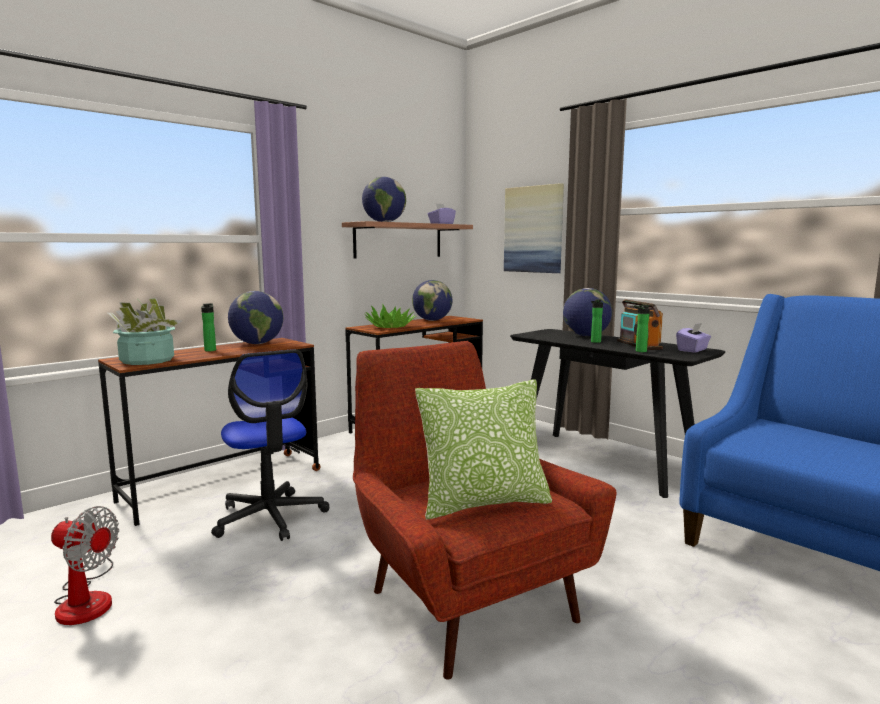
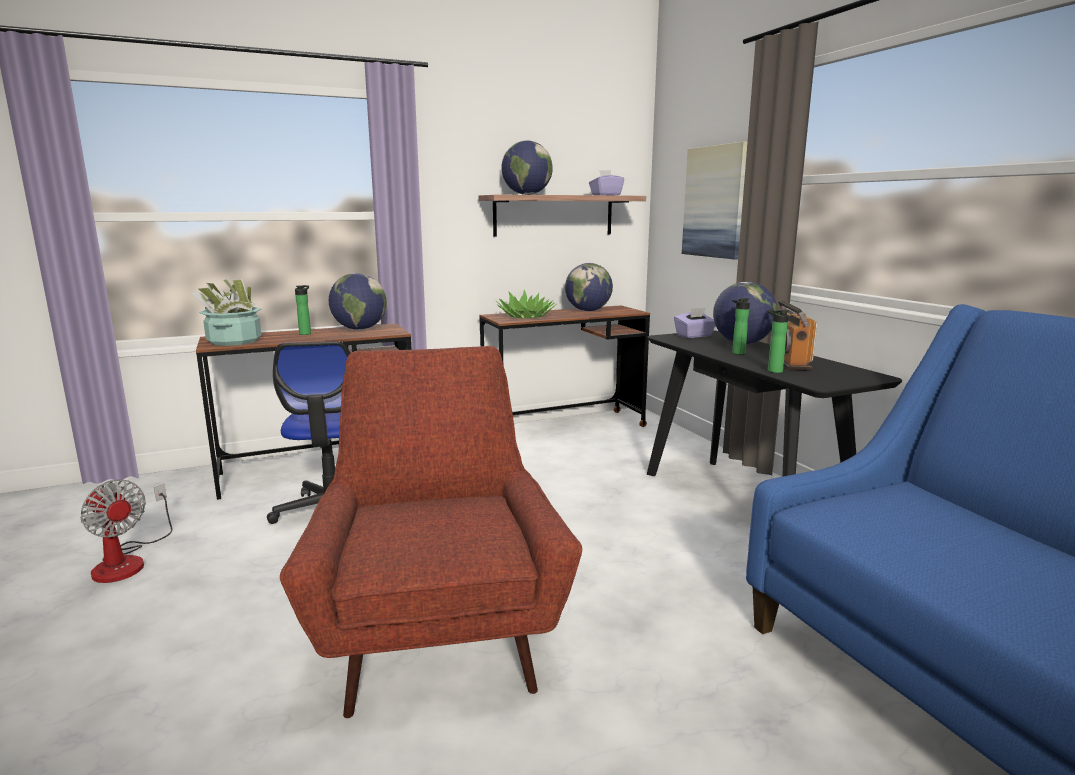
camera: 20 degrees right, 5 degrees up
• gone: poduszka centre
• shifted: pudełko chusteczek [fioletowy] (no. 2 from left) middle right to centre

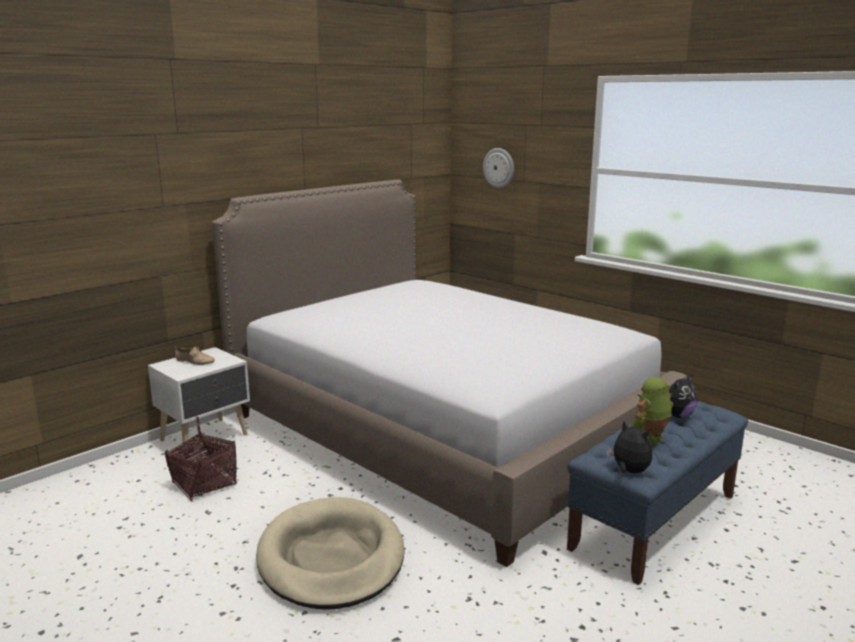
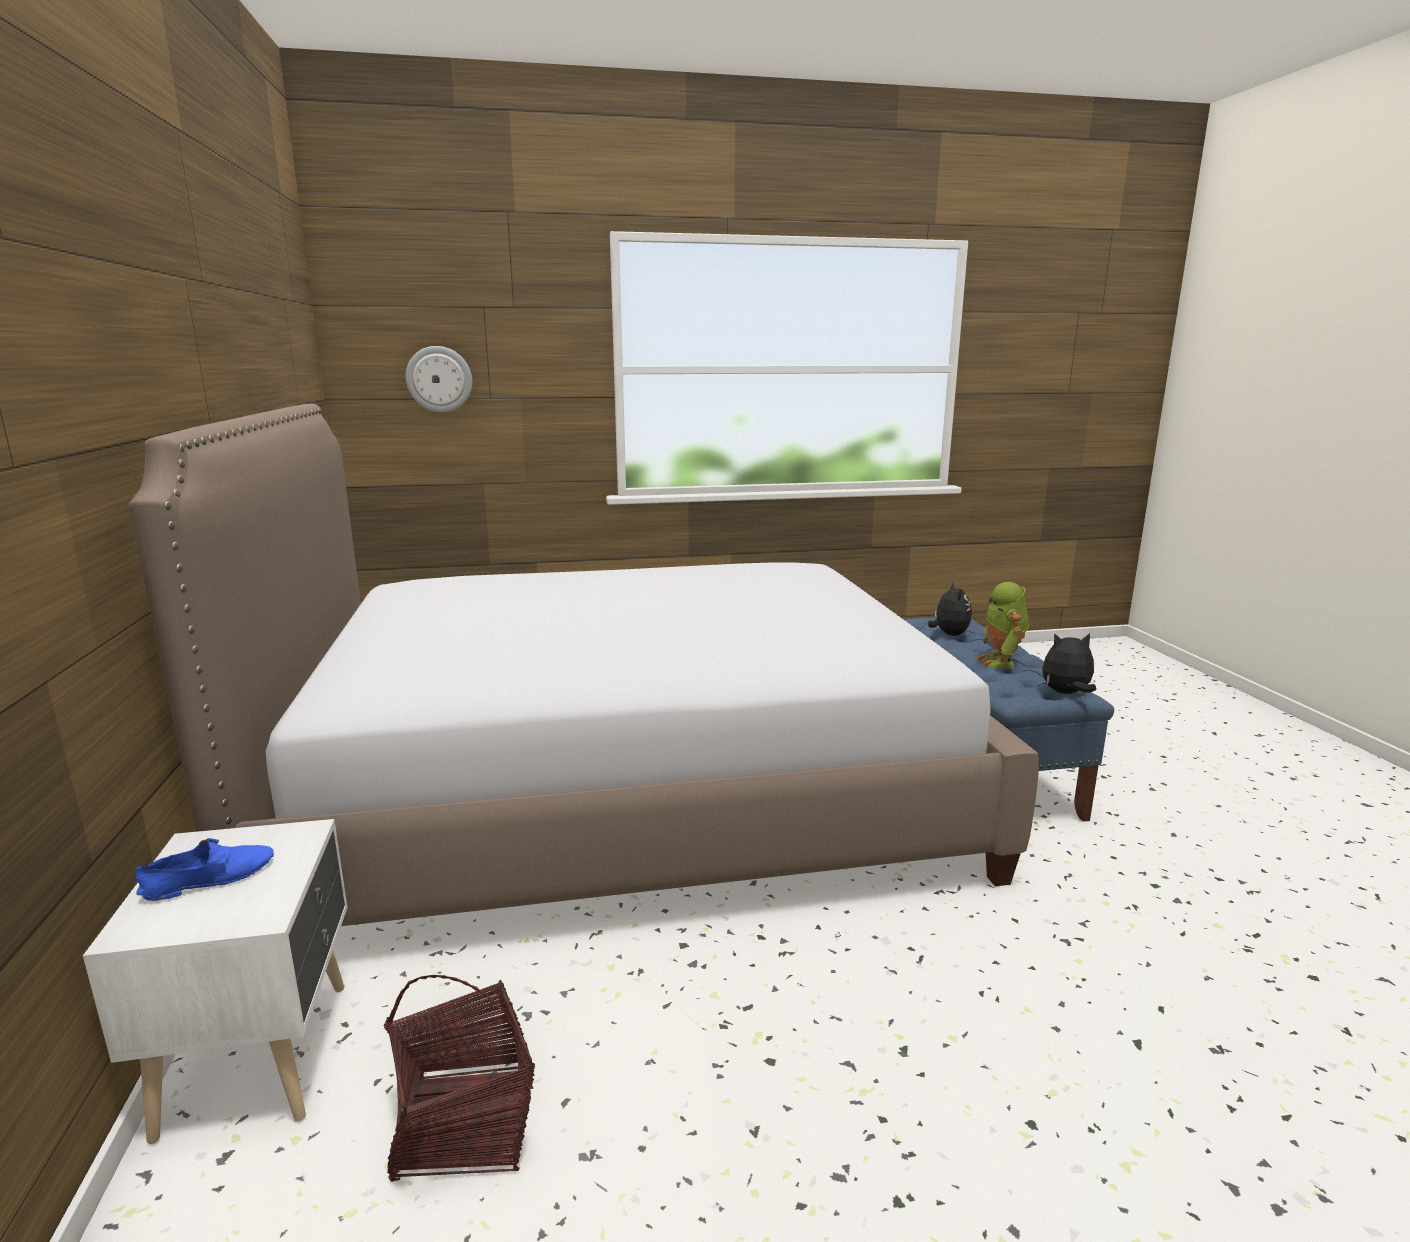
camera: 55 degrees left, 0 degrees up
• repainted: but [beżowy] middle left to but [niebieski] bottom left
• gone: legowisko [beżowy] bottom centre

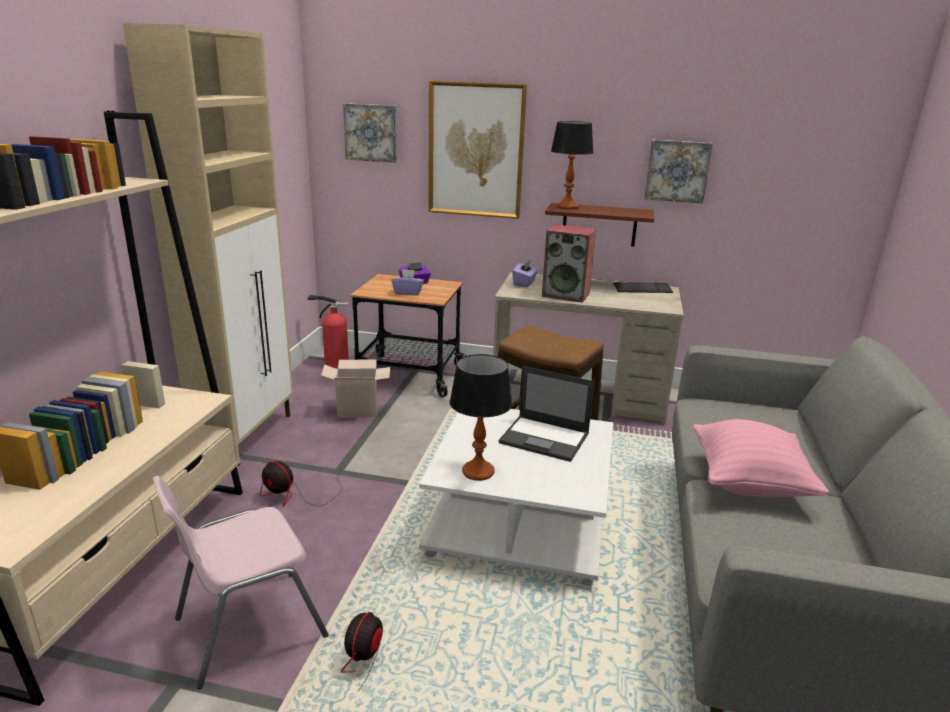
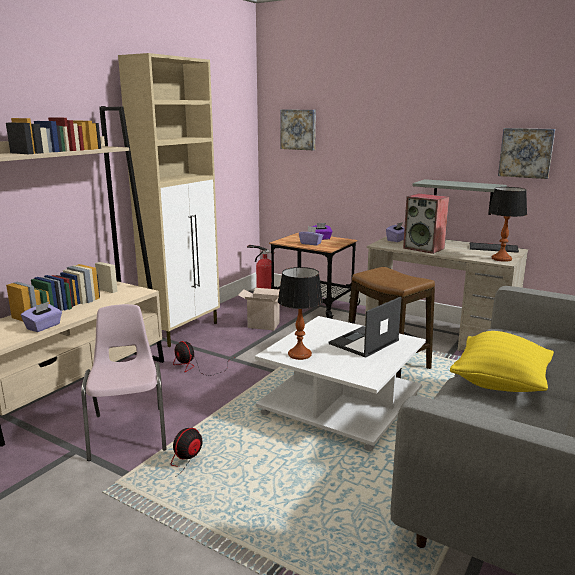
camera: 20 degrees right, 5 degrees down
• rotated: krzesło [różowy] bottom left = middle left 90 degrees clockwise
• gone: obraz (no. 2 from left) top centre
• rotated: laptop centre = centre 90 degrees clockwise
• repainted: półka [brązowy] top centre to półka [szary] middle right
• shifted: lampa stołowa (no. 2 from left) top centre to middle right
• repainted: poduszka [różowy] middle right to poduszka [żółty] middle right
• new: pudełko chusteczek [fioletowy] (no. 1 from left) middle left

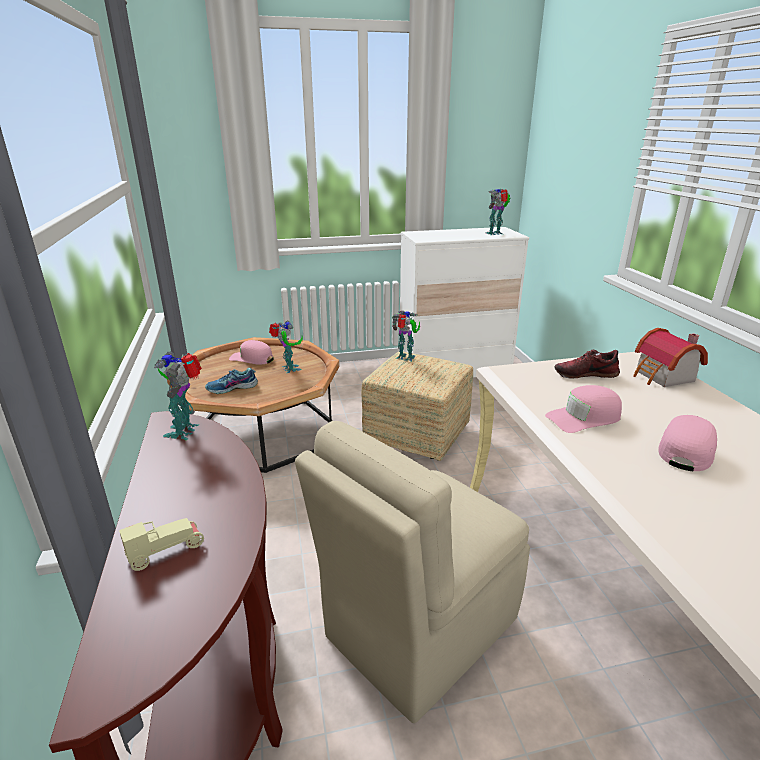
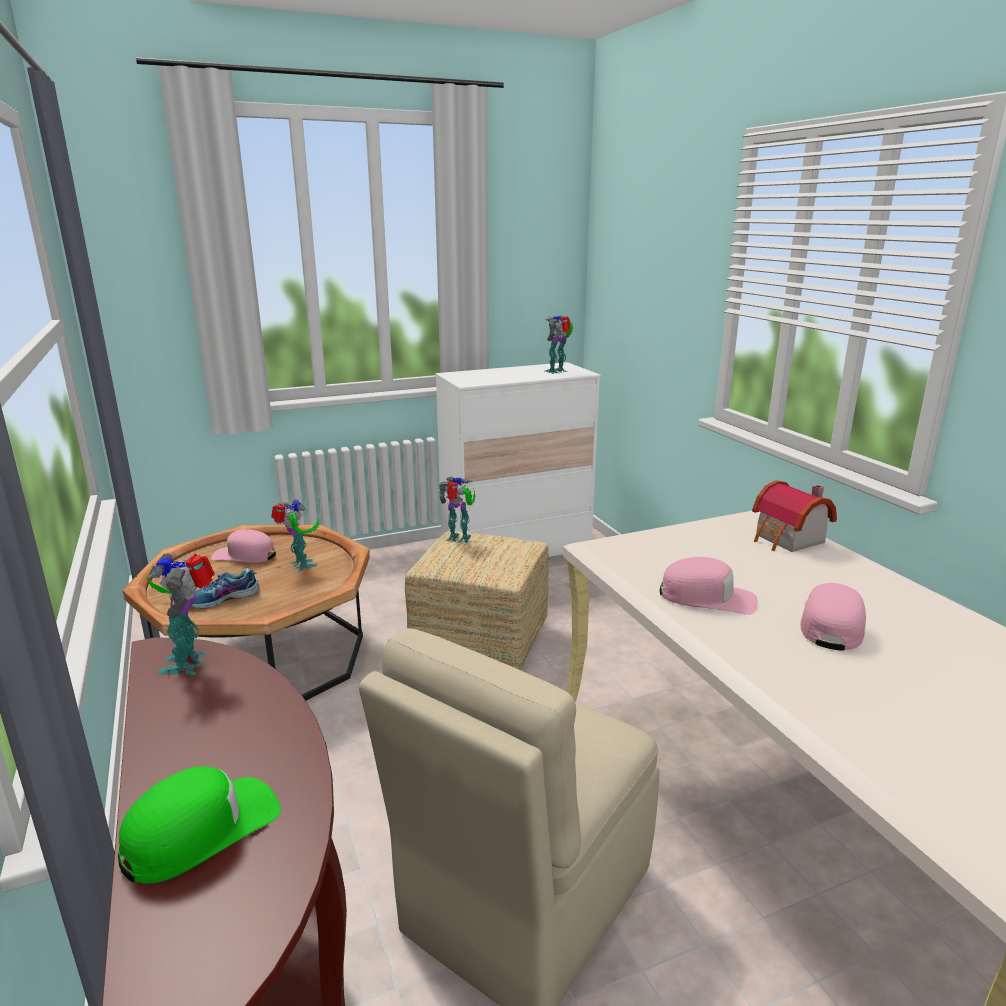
camera: 10 degrees left, 5 degrees down
• swapped: samochodzik [beżowy] bottom left to czapka z daszkiem [zielony] bottom left
• rotated: czapka z daszkiem [różowy] (no. 2 from left) middle right = middle right 135 degrees counterclockwise
• gone: but (no. 2 from left) middle right

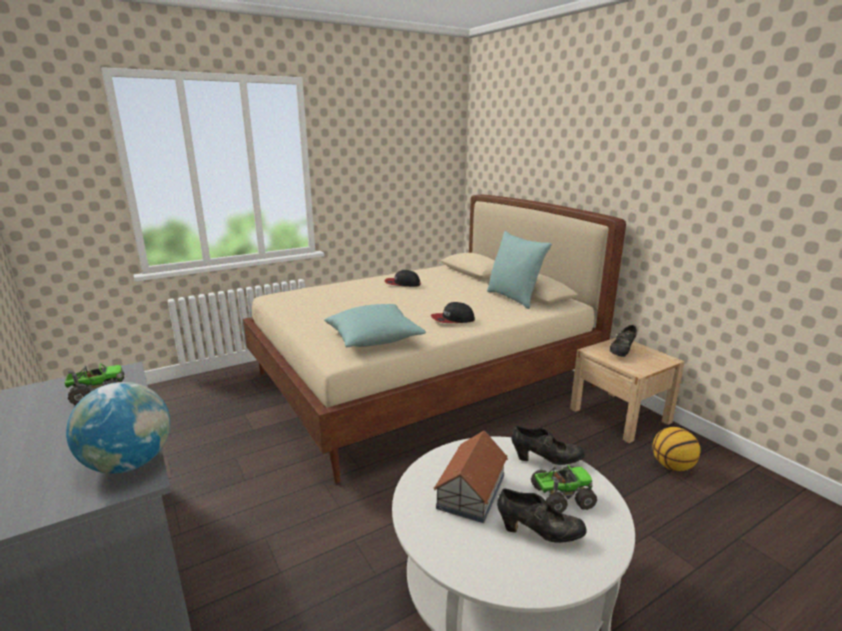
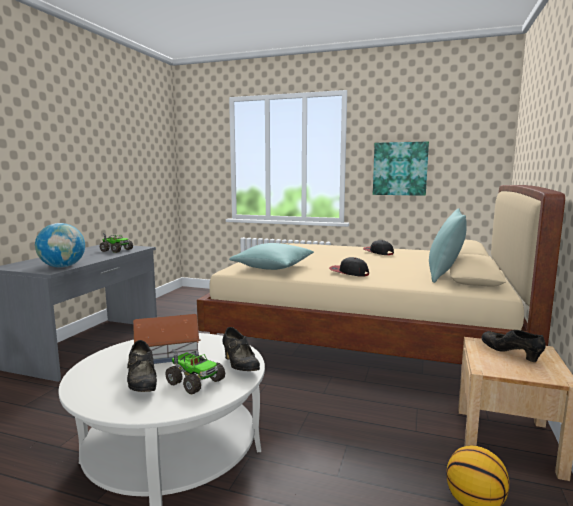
camera: 50 degrees right, 10 degrees down
• rotated: but [czarny] (no. 3 from left) middle right = bottom right 60 degrees clockwise
• new: obraz middle right

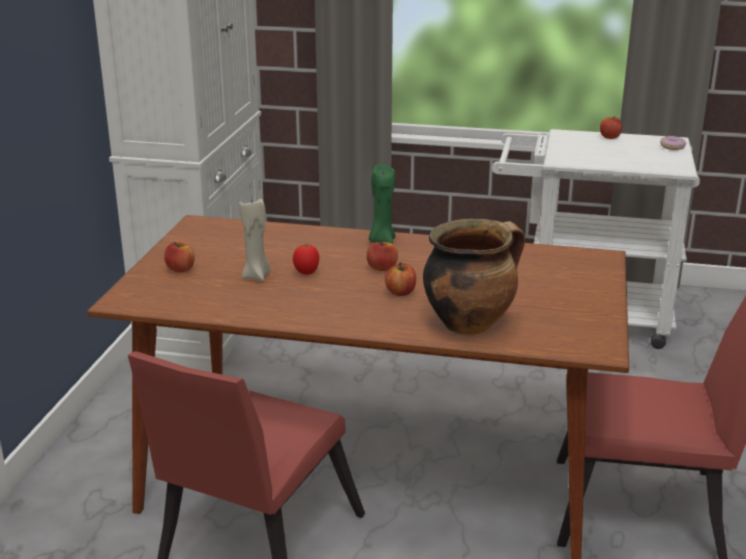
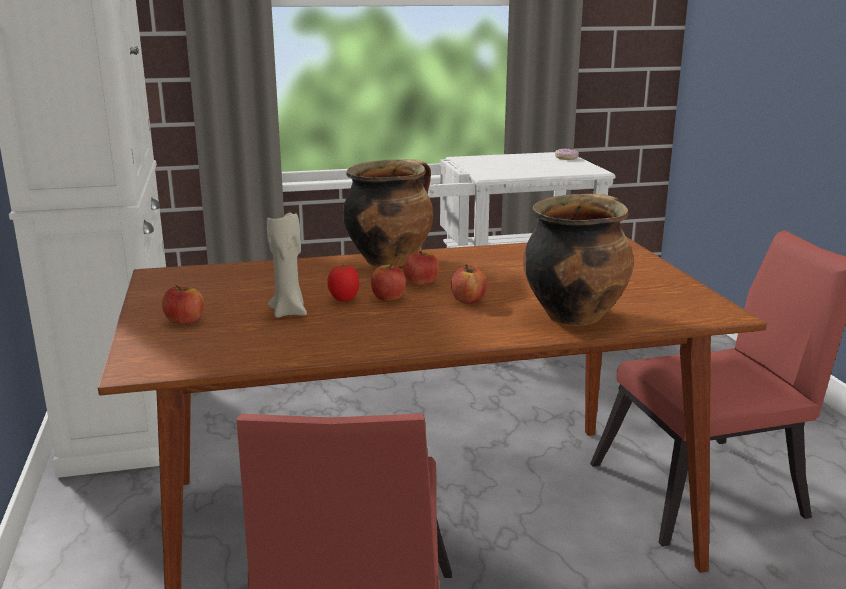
camera: 25 degrees left, 5 degrees down
• swapped: świeca [zielony] centre to garnek (no. 1 from left) centre
• shifted: jabłko (no. 4 from left in the first image) top right to jabłko (no. 2 from left) centre

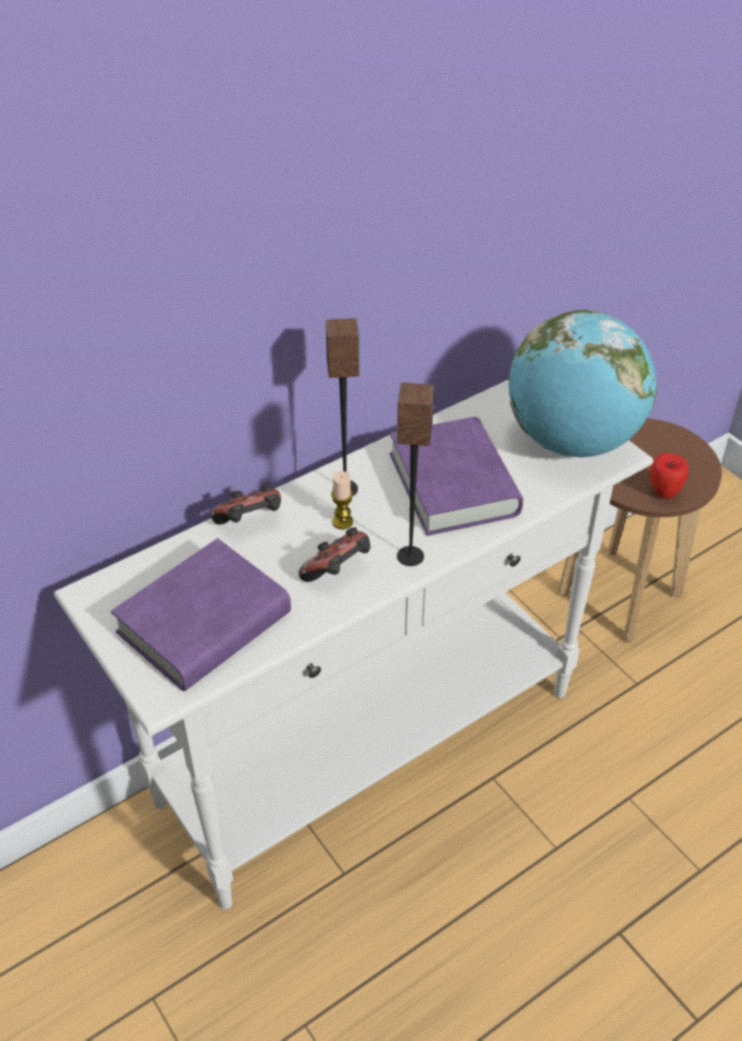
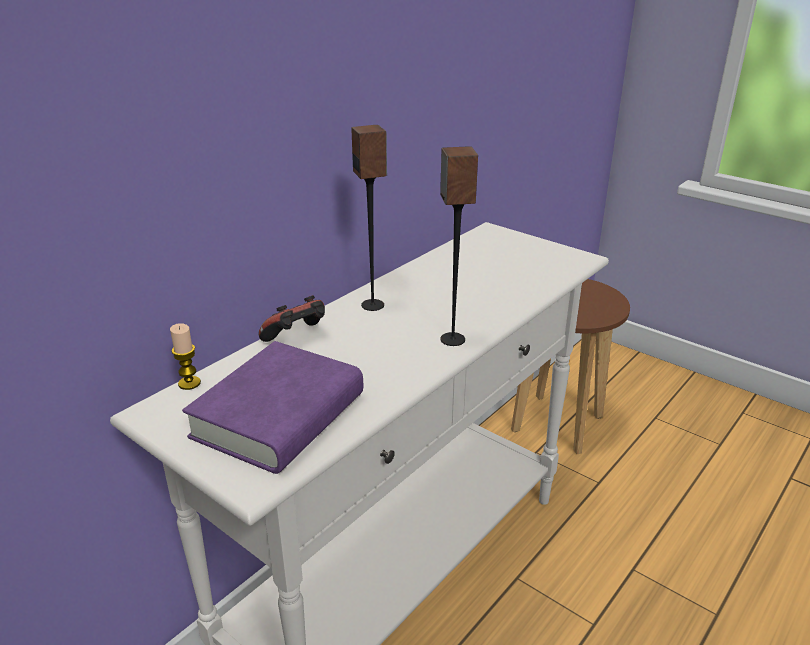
camera: 15 degrees left, 15 degrees down
• gone: pad do gier (no. 2 from left) centre
• shifted: świeca centre to middle left
• gone: książka [fioletowy] (no. 2 from left) centre
• gone: globus middle right
• gone: jabłko middle right

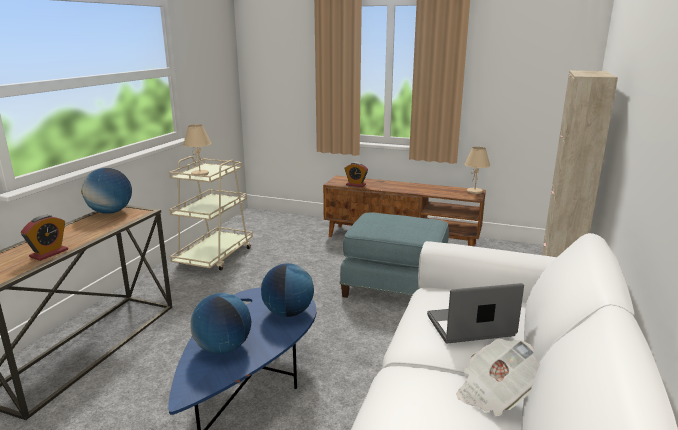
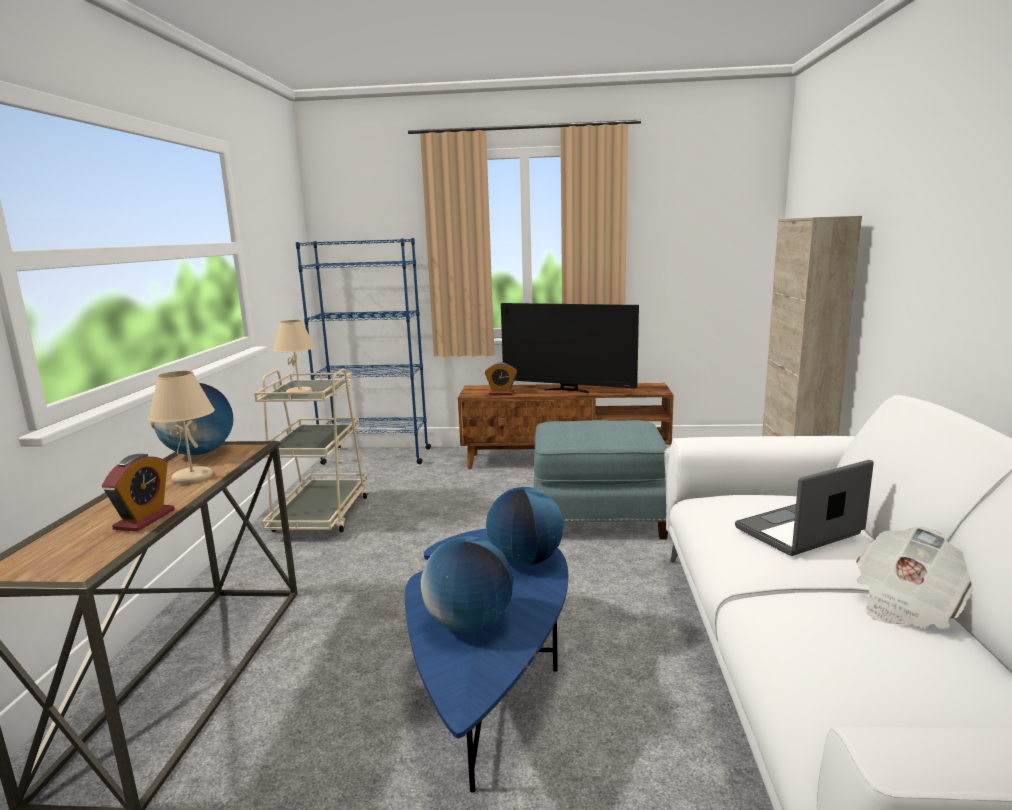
camera: 15 degrees left, 5 degrees down
• shifted: lampa stołowa [beżowy] (no. 2 from left in the first image) middle right to lampa stołowa [beżowy] (no. 1 from left) middle left
• new: regał [niebieski] centre
• new: telewizor centre

